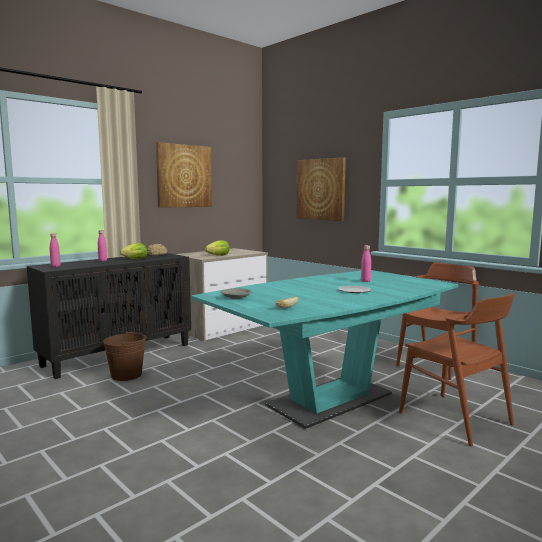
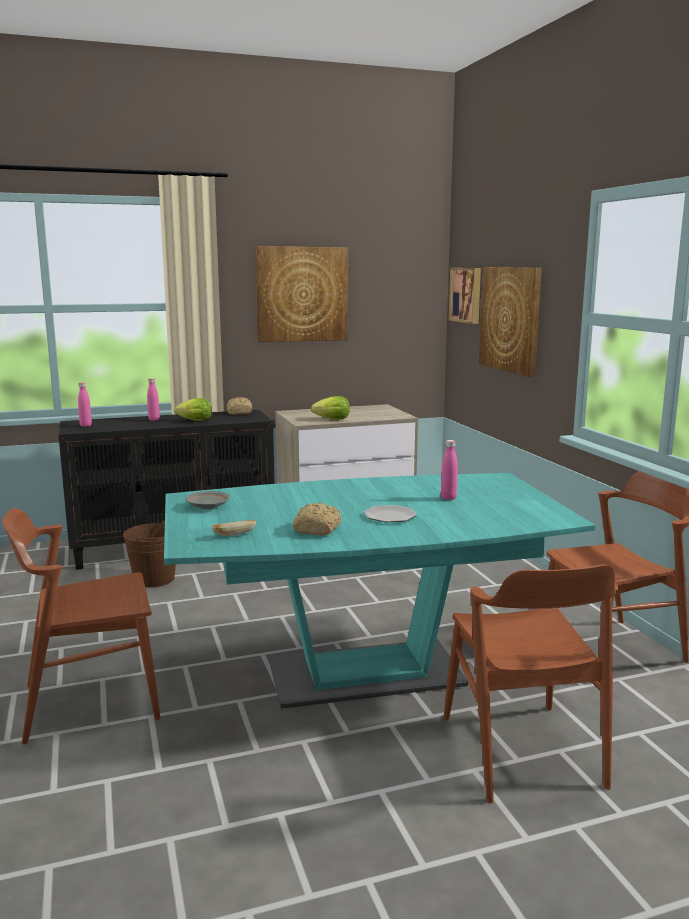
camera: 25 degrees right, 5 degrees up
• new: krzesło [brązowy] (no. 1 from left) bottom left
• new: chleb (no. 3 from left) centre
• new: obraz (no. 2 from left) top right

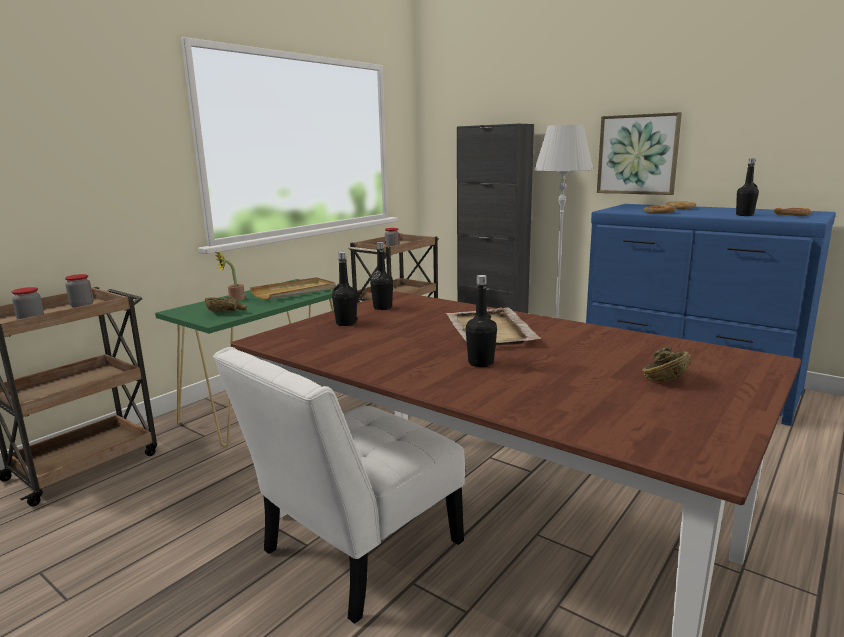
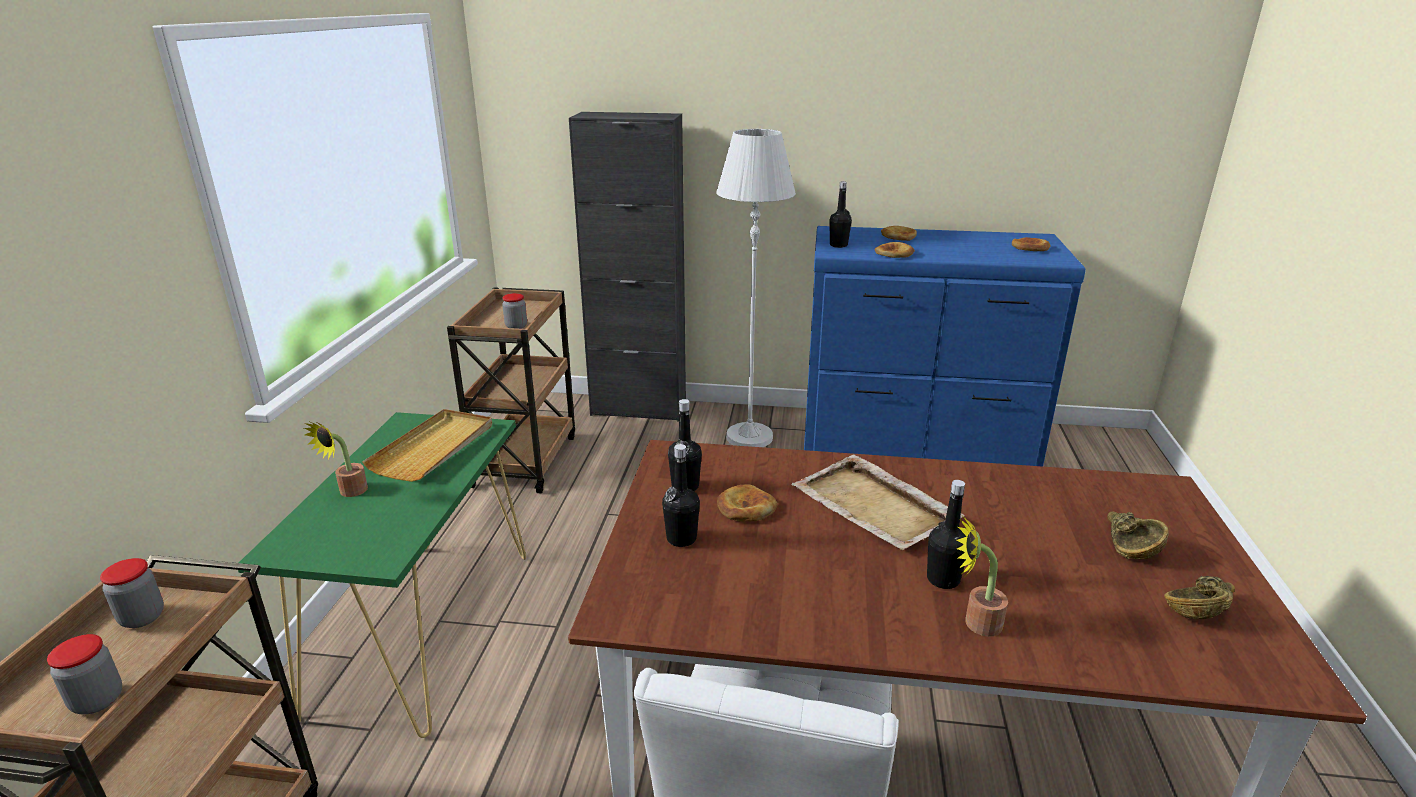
camera: 30 degrees left, 10 degrees up
• shifted: miska [brązowy] (no. 1 from left in the first image) middle left to miska [brązowy] (no. 2 from left) bottom right
• gone: obraz top right
• shifted: butelka [czarny] (no. 4 from left in the first image) top right to butelka [czarny] (no. 3 from left) top centre
• new: chleb (no. 1 from left) centre
• new: roślina doniczkowa (no. 2 from left) bottom right

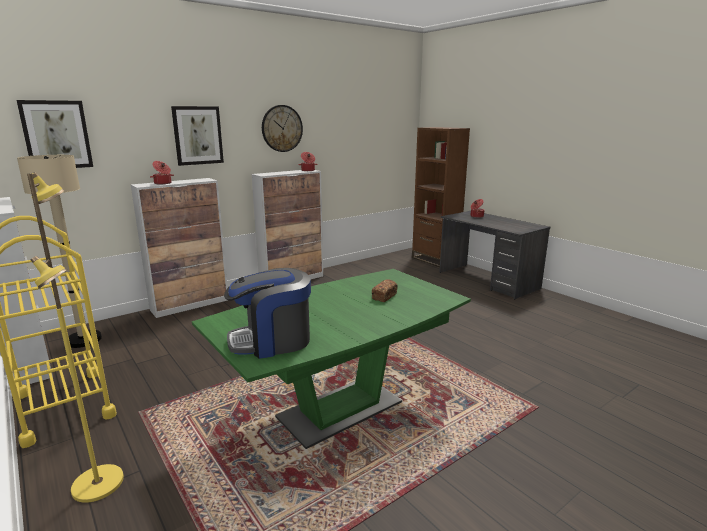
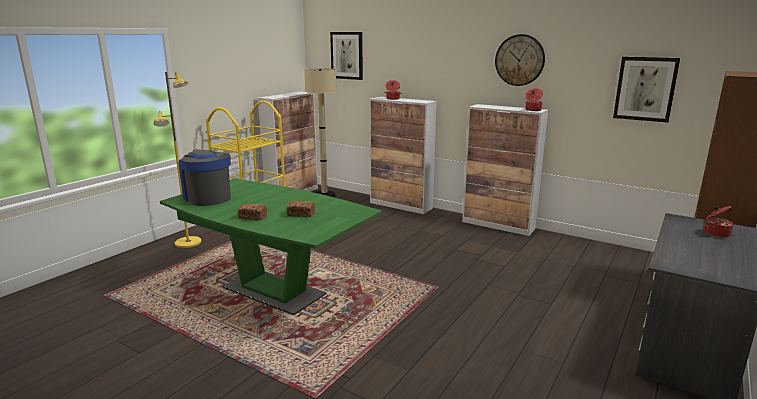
camera: 70 degrees right, 0 degrees up
• shifted: obraz (no. 2 from left) top left to top right
• new: chleb (no. 1 from left) middle left

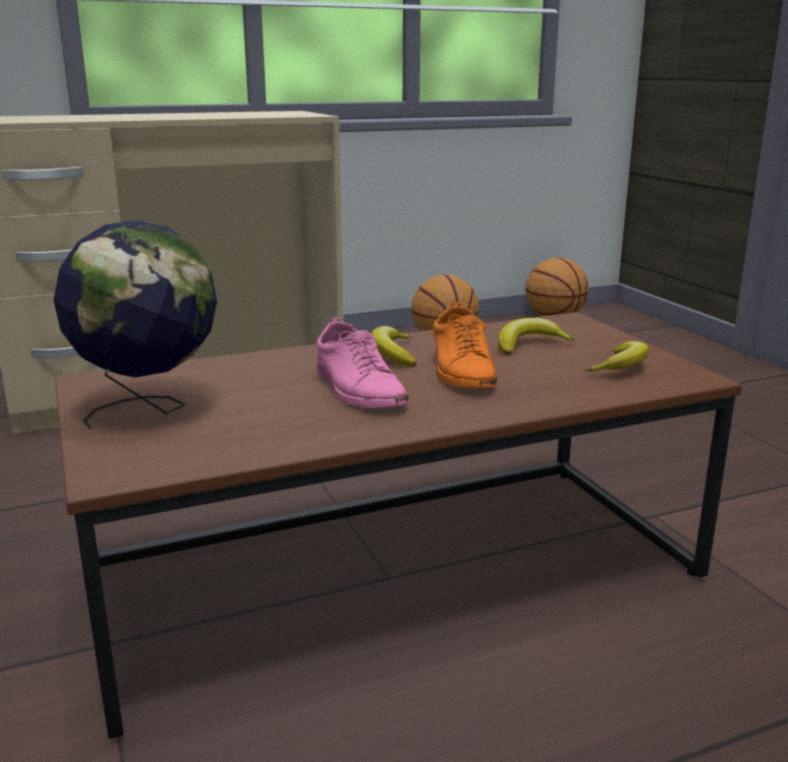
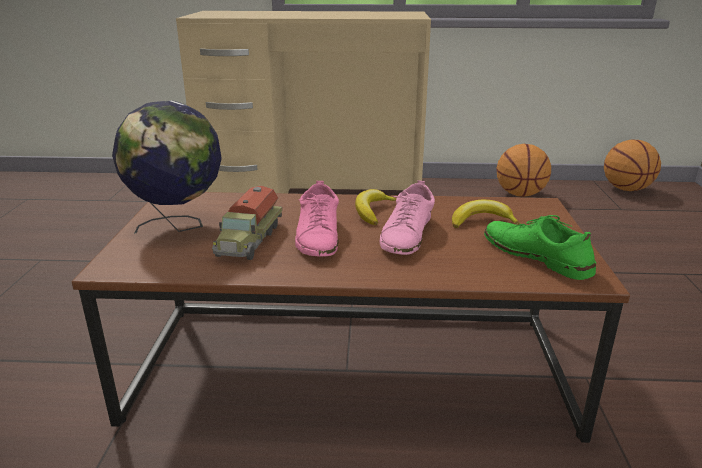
camera: 25 degrees right, 5 degrees up
• repainted: but [pomarańczowy] centre to but [różowy] (no. 2 from left) centre
• swapped: banan (no. 3 from left) middle right to but [zielony] middle right
• new: ciężarówka zabawkowa centre

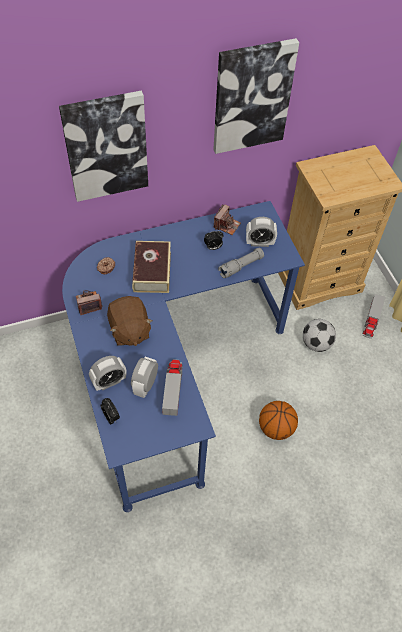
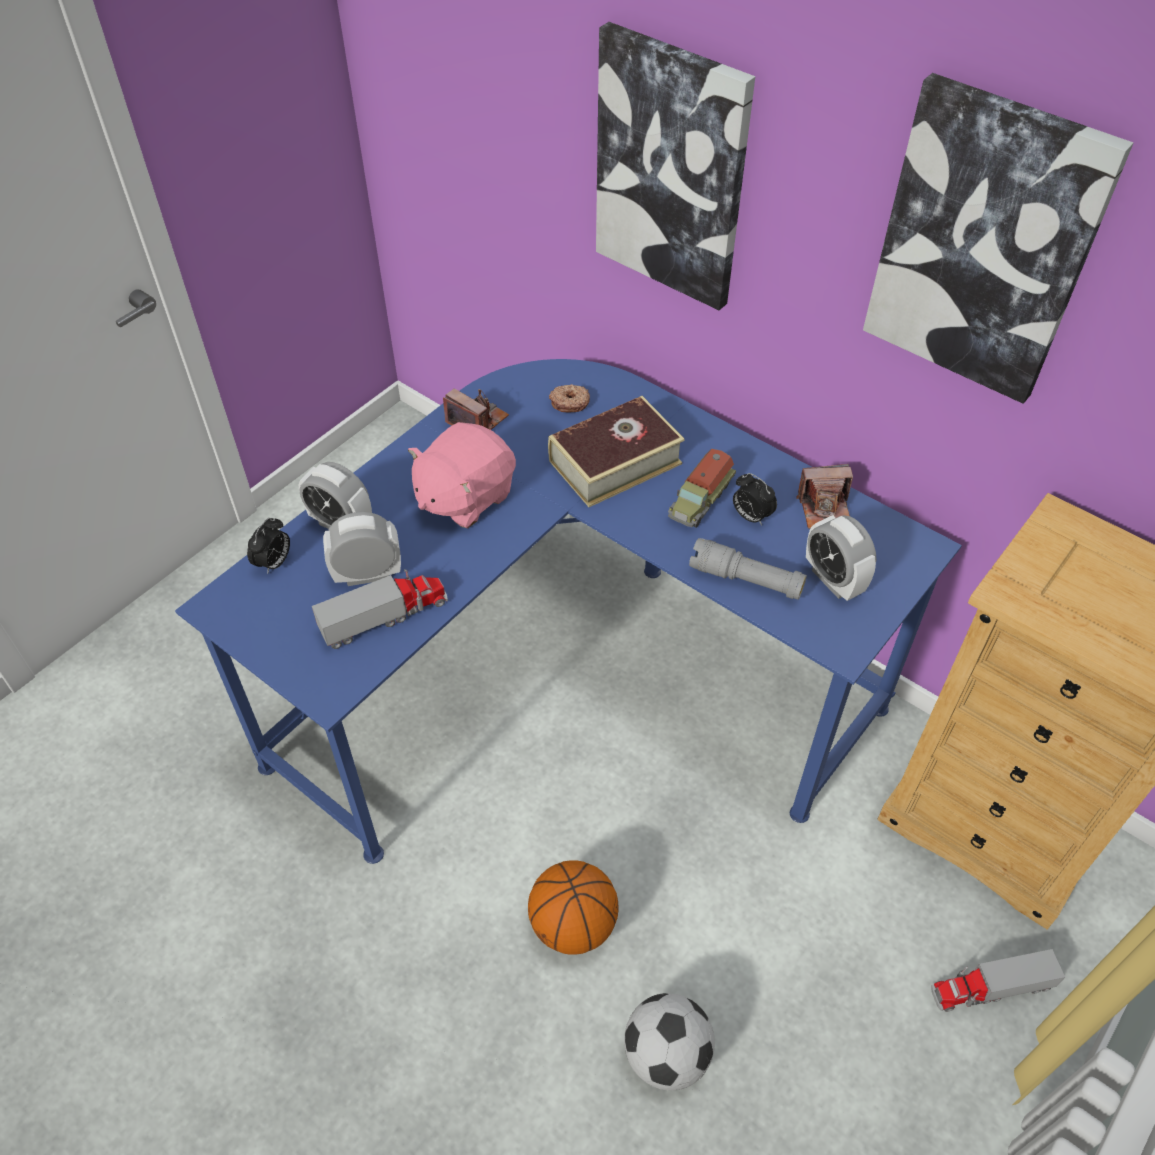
camera: 60 degrees right, 5 degrees down
• repainted: pluszak [brązowy] middle left to pluszak [różowy] centre
• shifted: piłka futbolowa middle right to bottom centre
• new: ciężarówka zabawkowa (no. 2 from left) centre

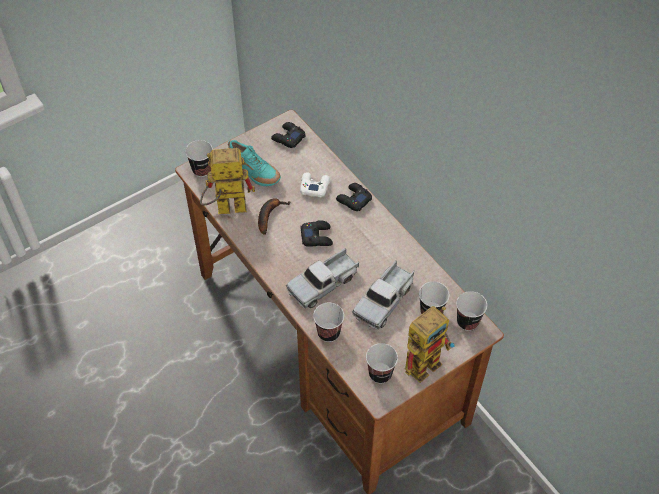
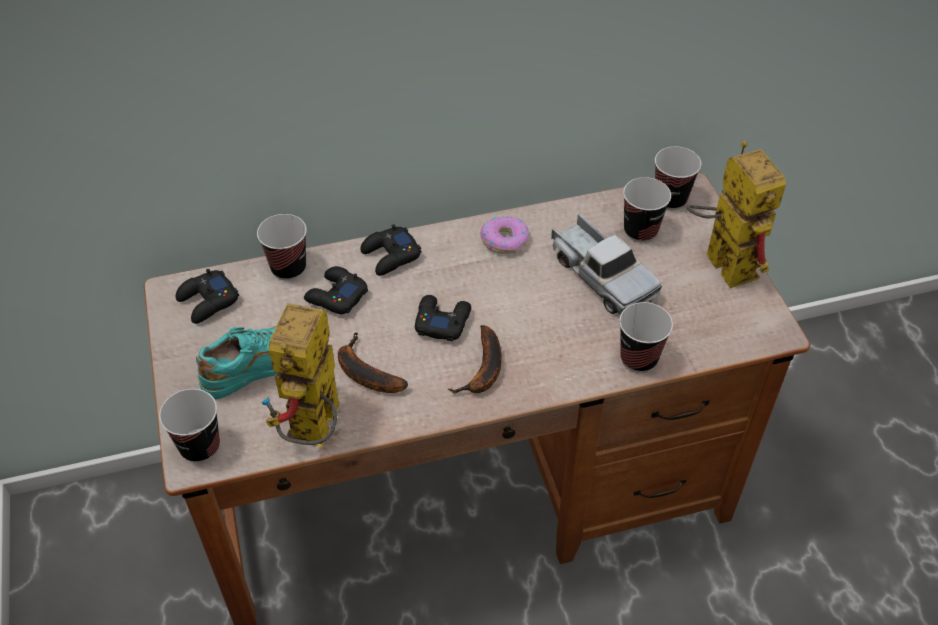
camera: 70 degrees left, 5 degrees down
• gone: ciężarówka zabawkowa (no. 1 from left) centre
• repainted: pad do gier [biały] centre to pad do gier [czarny] (no. 2 from left) centre
• shifted: filiżanka (no. 3 from left in the first image) bottom centre to filiżanka (no. 2 from left) middle left
• new: banan (no. 2 from left) centre
• new: donut centre

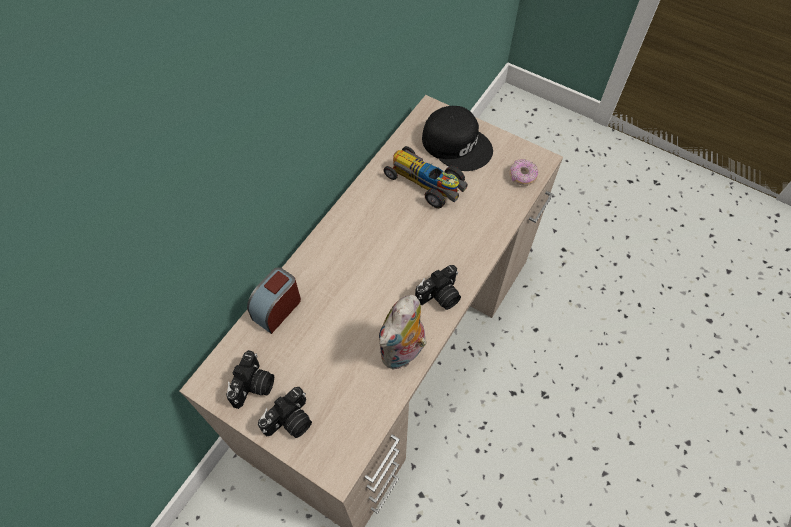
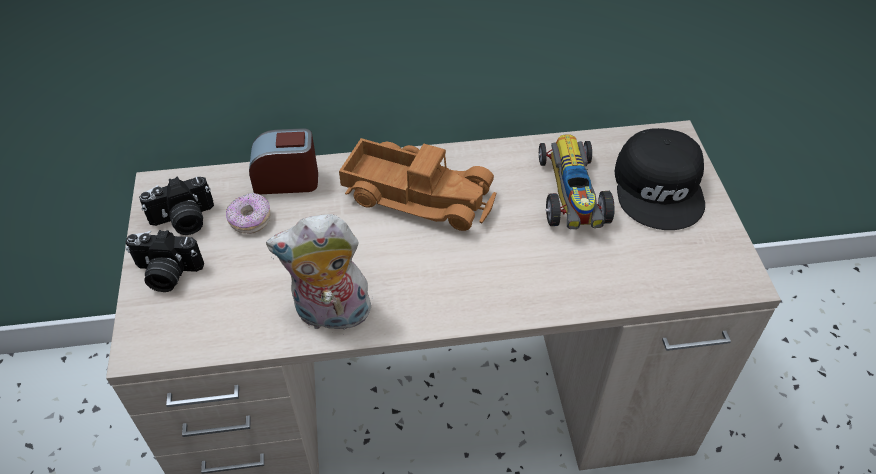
camera: 50 degrees right, 10 degrees down
• gone: aparat fotograficzny (no. 3 from left) centre
• shifted: donut top centre to middle left
• new: ciężarówka zabawkowa centre

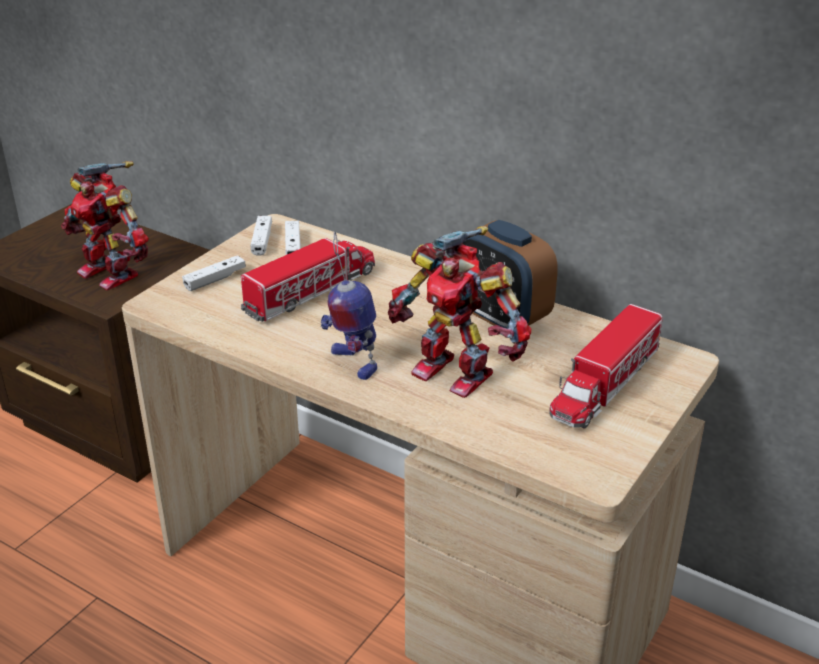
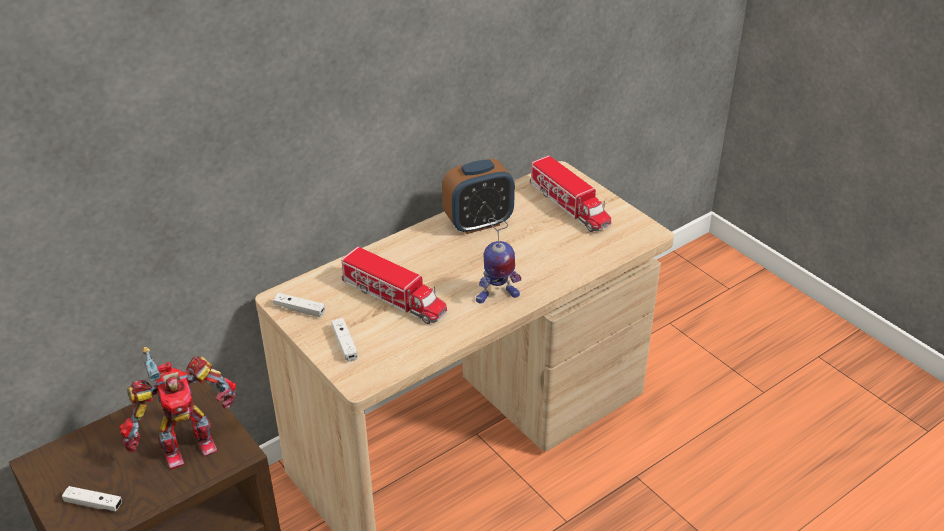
camera: 70 degrees left, 5 degrees up
• rotated: ciężarówka zabawkowa (no. 1 from left) centre = centre 150 degrees clockwise
• shifted: pad do gier [biały] (no. 3 from left in the first image) centre to pad do gier [biały] (no. 1 from left) bottom left
• gone: robot zabawkowy (no. 3 from left) centre

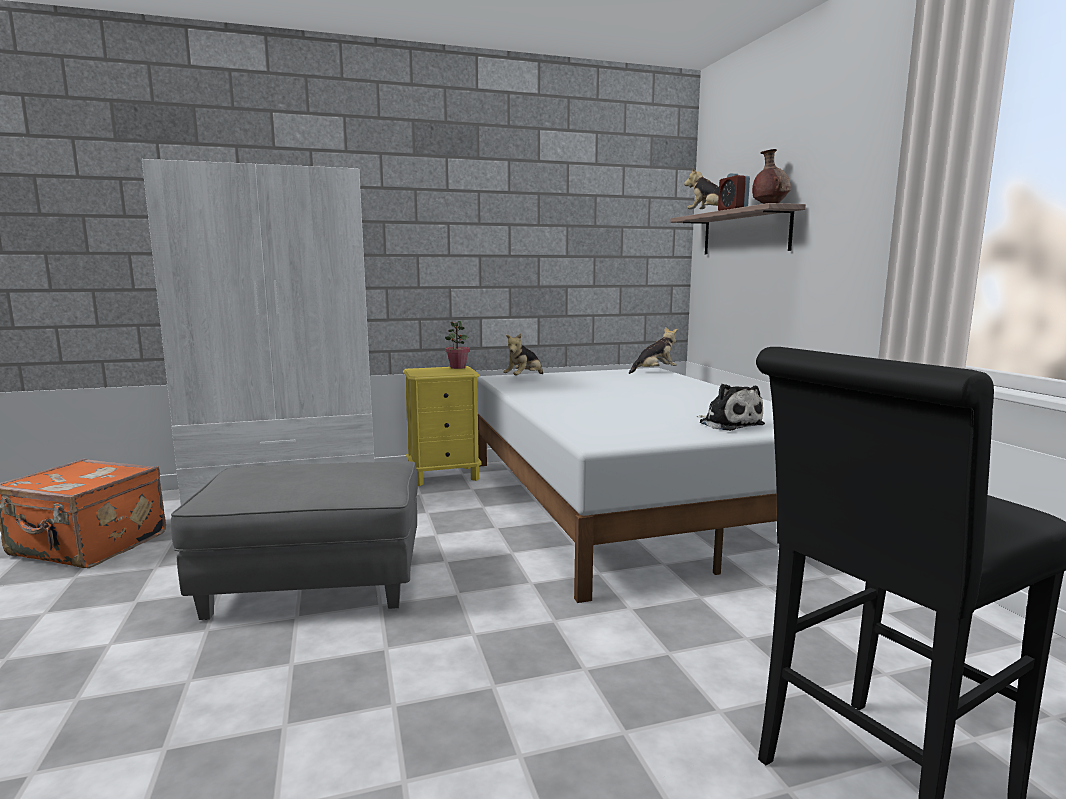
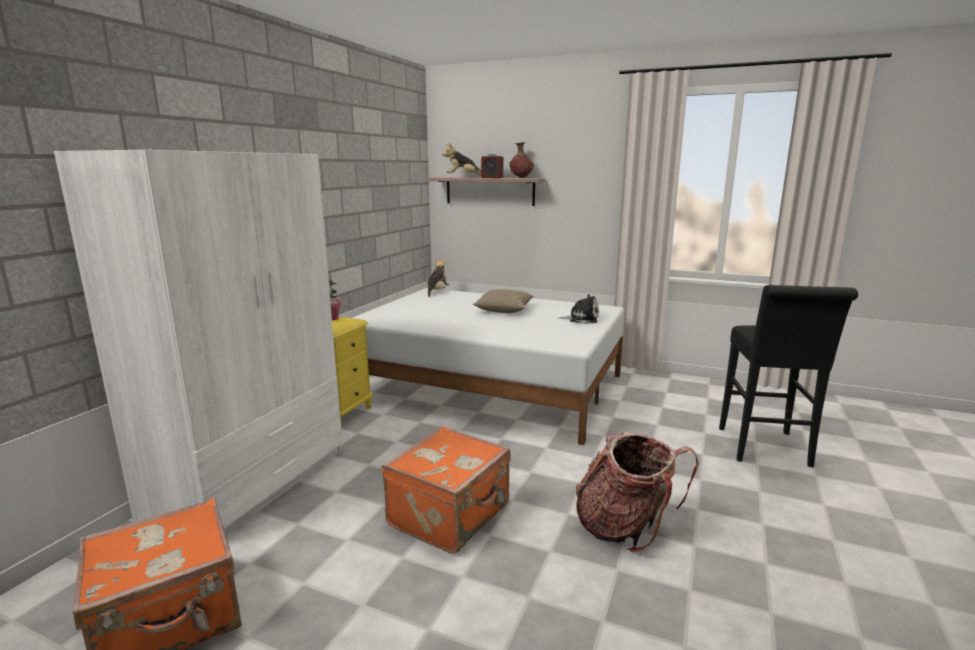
camera: 50 degrees left, 5 degrees up
• swapped: pufa [szary] bottom left to walizka [pomarańczowy] (no. 2 from left) bottom centre
• gone: pluszak (no. 1 from left) centre
• new: poduszka [beżowy] centre
• new: plecak bottom centre

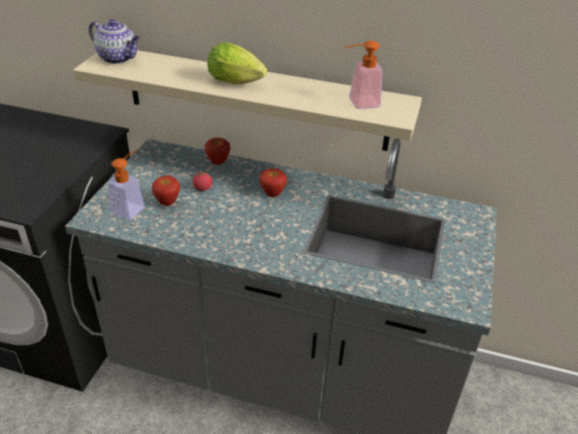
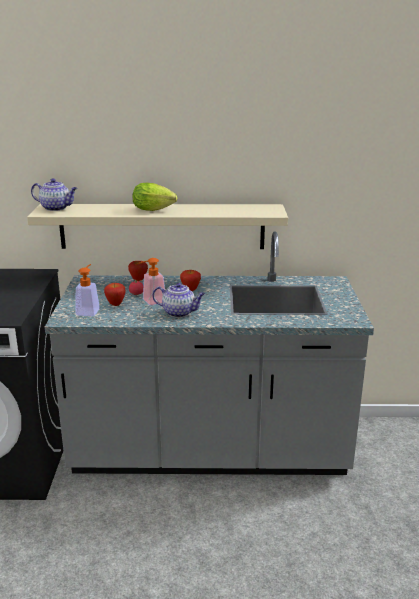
camera: 15 degrees left, 15 degrees down
• shifted: dozownik mydła (no. 2 from left) top centre to centre
• new: imbryk (no. 2 from left) centre

